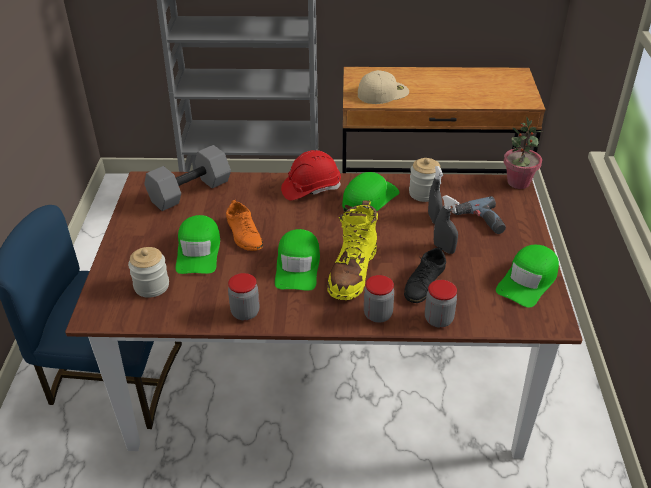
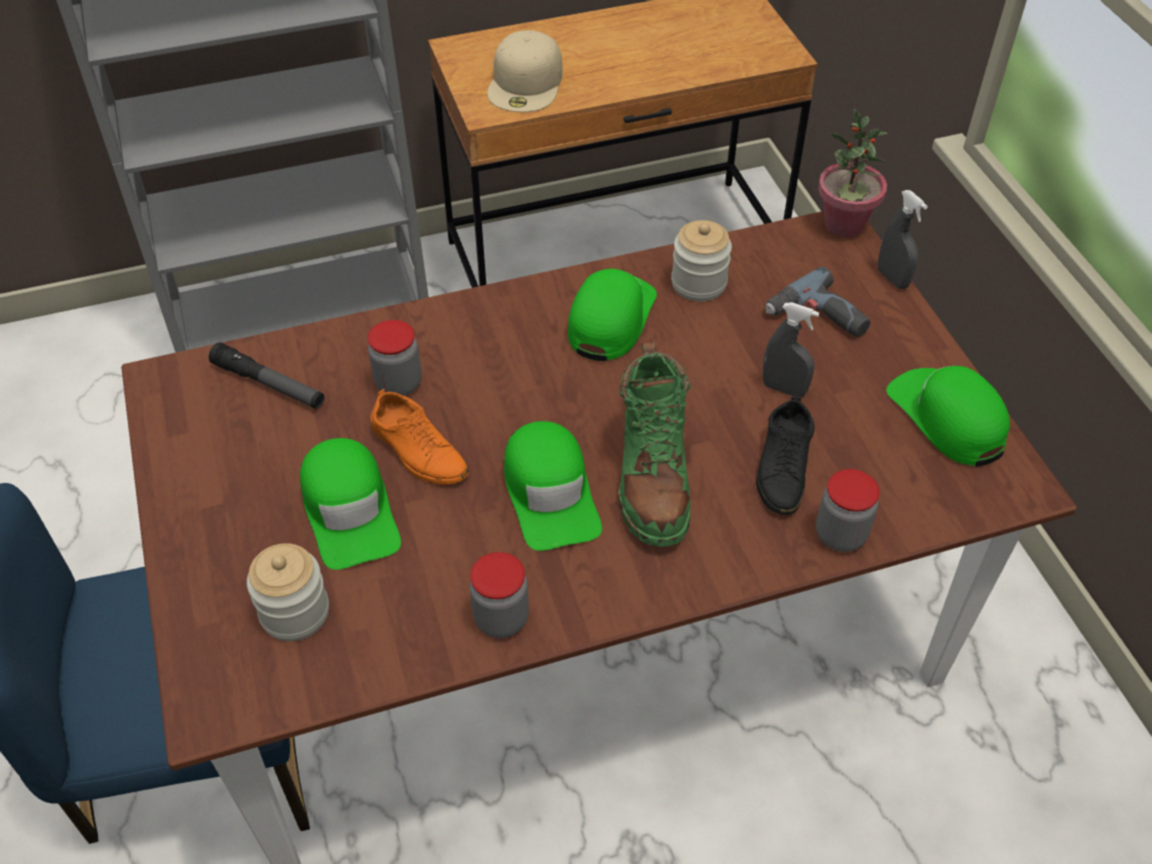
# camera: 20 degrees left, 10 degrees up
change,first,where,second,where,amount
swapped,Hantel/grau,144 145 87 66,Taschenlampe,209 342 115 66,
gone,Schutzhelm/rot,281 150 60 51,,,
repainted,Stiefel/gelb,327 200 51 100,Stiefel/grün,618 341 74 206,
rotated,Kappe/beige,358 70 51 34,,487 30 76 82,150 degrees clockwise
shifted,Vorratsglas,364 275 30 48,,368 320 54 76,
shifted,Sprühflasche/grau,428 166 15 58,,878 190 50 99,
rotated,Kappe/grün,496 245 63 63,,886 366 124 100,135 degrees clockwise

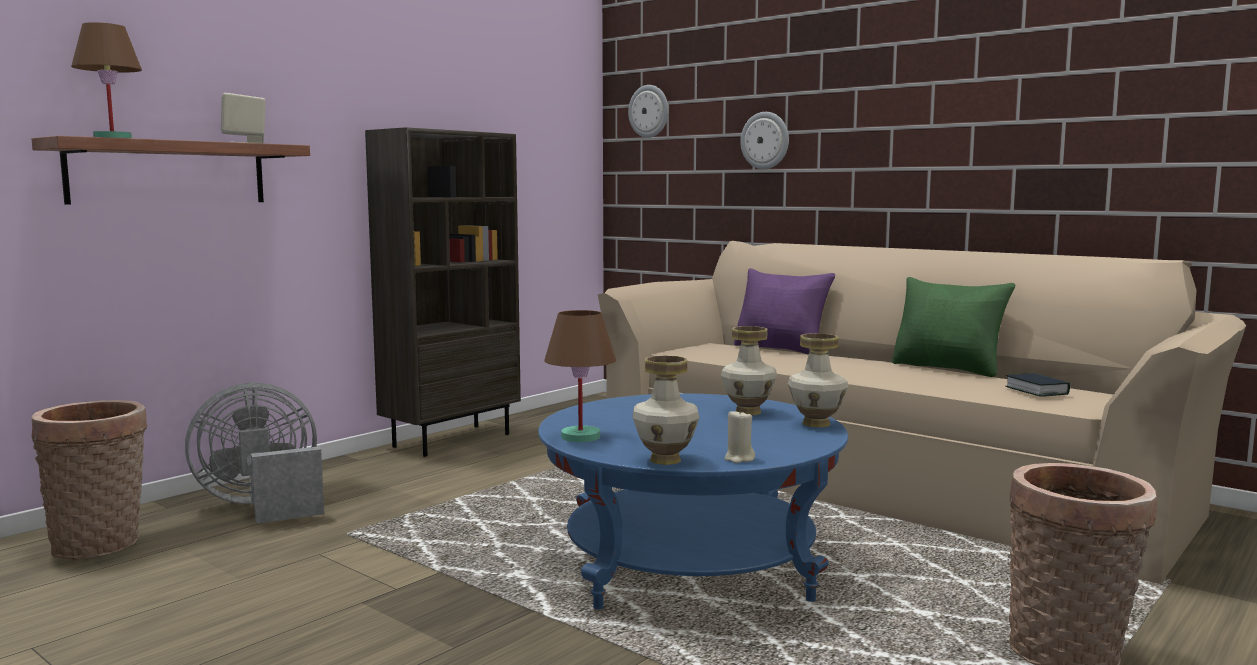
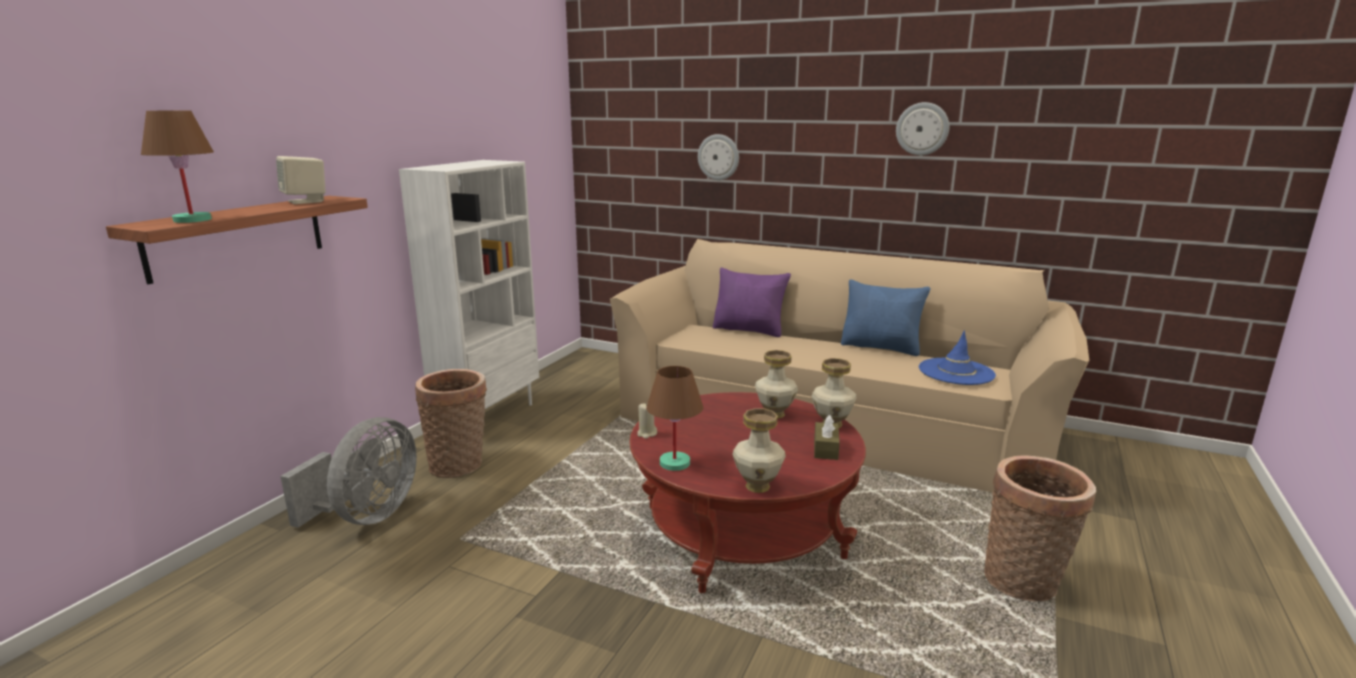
# camera: 15 degrees left, 10 degrees up
change,first,where,second,where,amount
shifted,Korb,32 400 115 160,,415 369 72 109,
rotated,Ventilator/grau,185 383 139 141,,280 417 137 111,150 degrees clockwise
repainted,Bücherregal/braun,365 127 156 330,Bücherregal/weiß,399 160 140 249,
repainted,Couchtisch/blau,538 393 310 216,Couchtisch/rot,629 392 237 201,
shifted,Wanduhr,628 85 41 53,,896 102 53 53,
shifted,Kerze/beige,724 409 31 54,,637 403 20 36,
repainted,Kissen/grün,892 277 123 100,Kissen/blau,841 280 90 76,
swapped,Buch,1005 373 65 24,Hut/blau,919 330 77 55,
new,,,Taschentuchbox/braun,814 415 26 45,

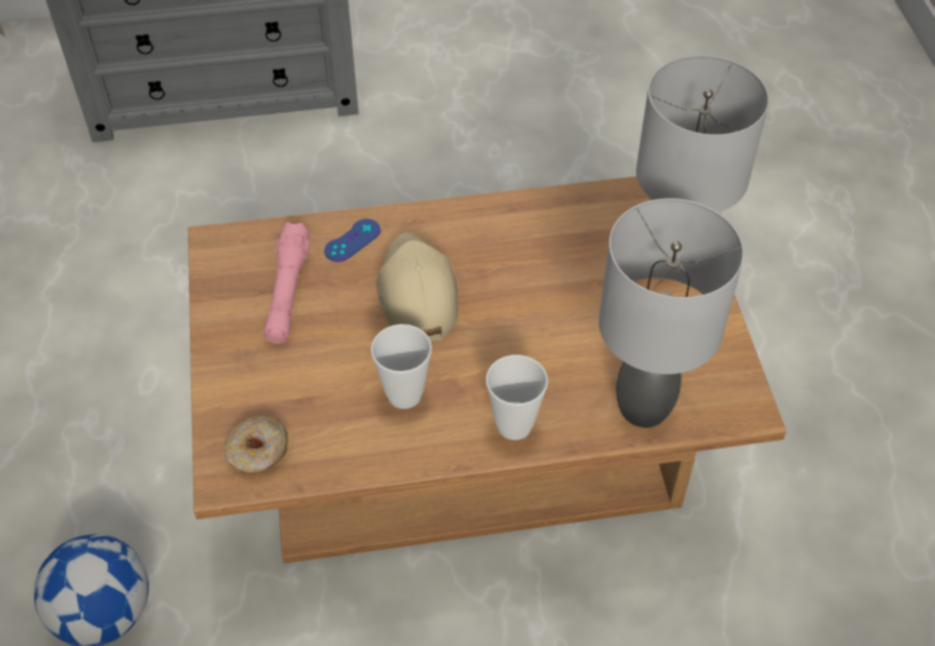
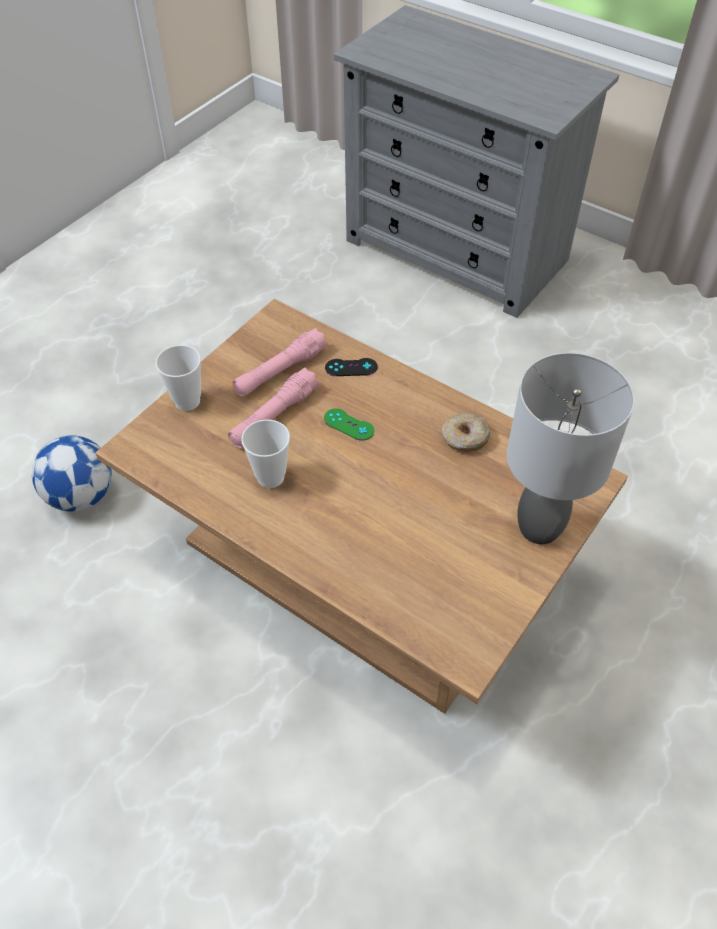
# camera: 45 degrees right, 0 degrees up
change,first,where,second,where,amount
shifted,Donut,224 416 64 58,,442 413 48 38,
repainted,Gamepad/blau,324 219 57 43,Gamepad/schwarz,325 358 53 18,
swapped,Kappe/beige,376 233 82 108,Gamepad/grün,324 408 50 33,
shifted,Tasse,486 355 62 85,,155 345 46 66,
gone,Tischlampe/grau,599 198 145 230,,,
new,,,Taschenlampe/rosa,228 367 91 81,

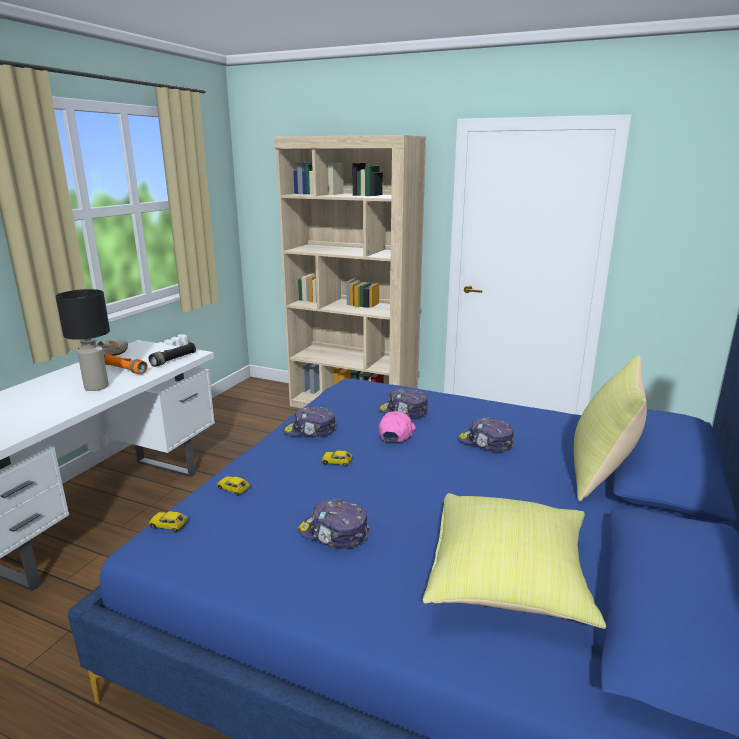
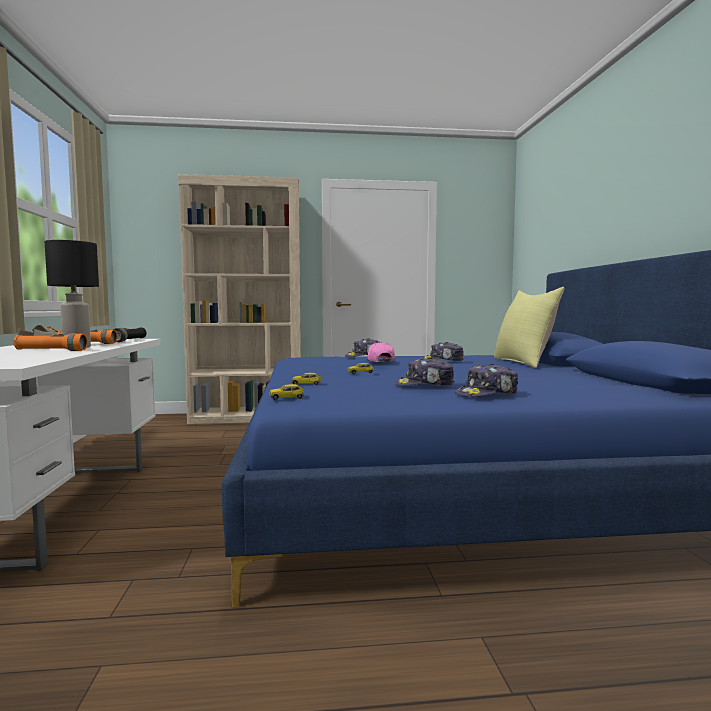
# camera: 30 degrees left, 15 degrees down
change,first,where,second,where,amount
shifted,Kappe,283 406 53 31,,455 364 63 33,
gone,Kissen/gelb,423 493 183 136,,,
new,,,Taschenlampe/orange,13 333 75 18,

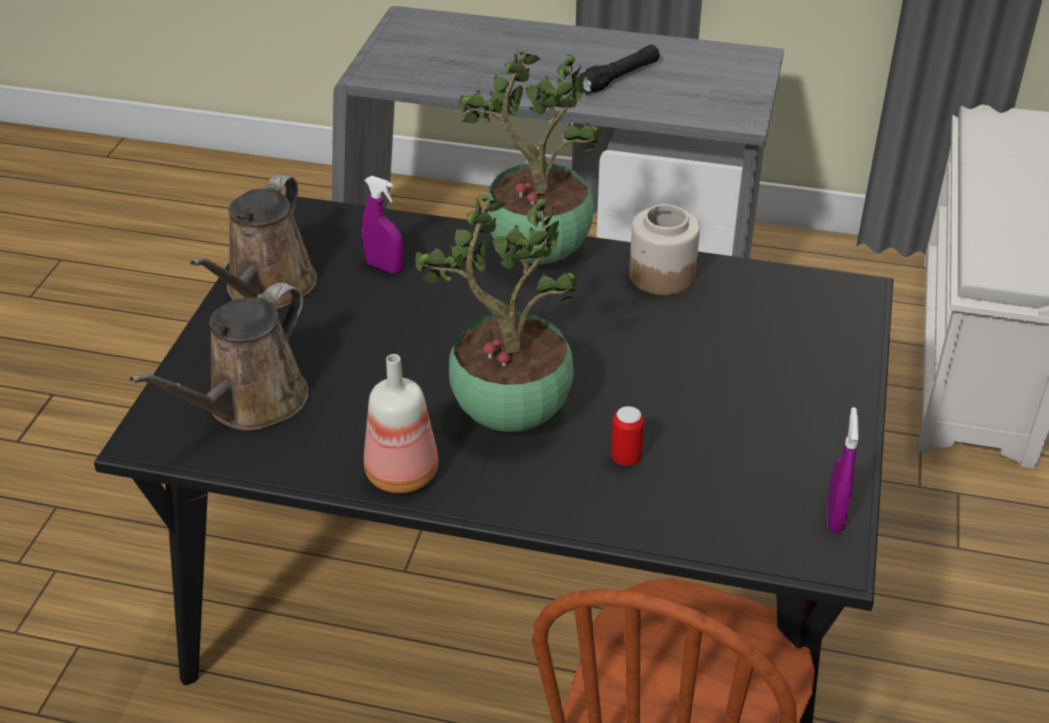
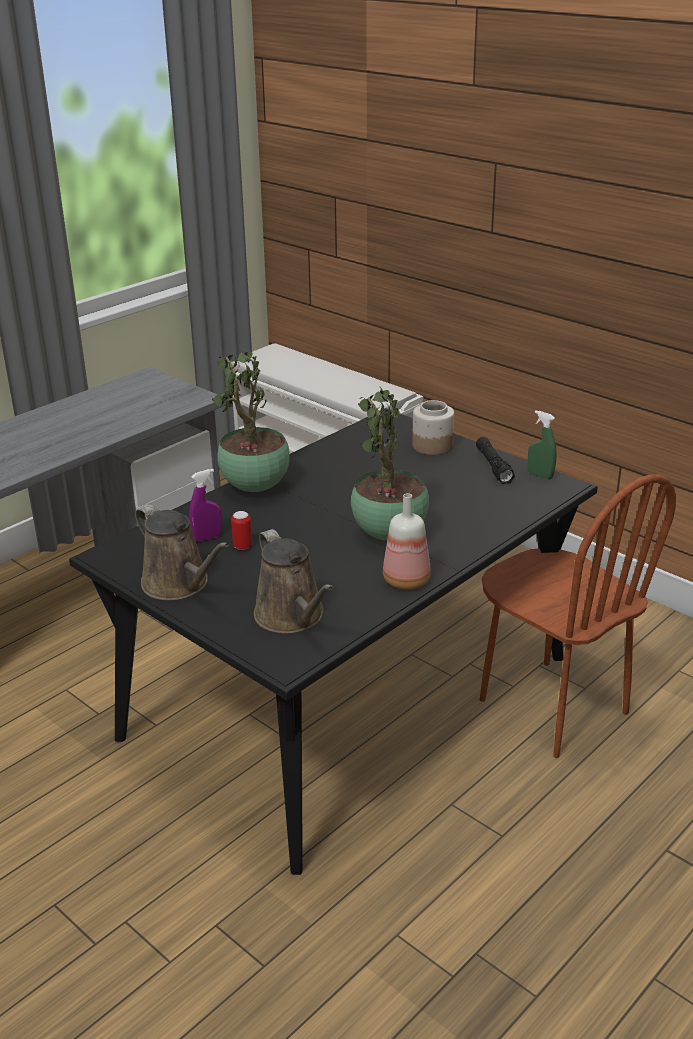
# camera: 60 degrees left, 10 degrees down
change,first,where,second,where,amount
shifted,Taschenlampe/schwarz,579 45 81 50,,476 437 39 47,
shifted,Dose,611 406 33 60,,231 511 21 39,
shifted,Vorratsglas,629 204 71 91,,412 400 42 55,
repainted,Sprühflasche/lila,827 407 32 126,Sprühflasche/grün,528 410 29 70,

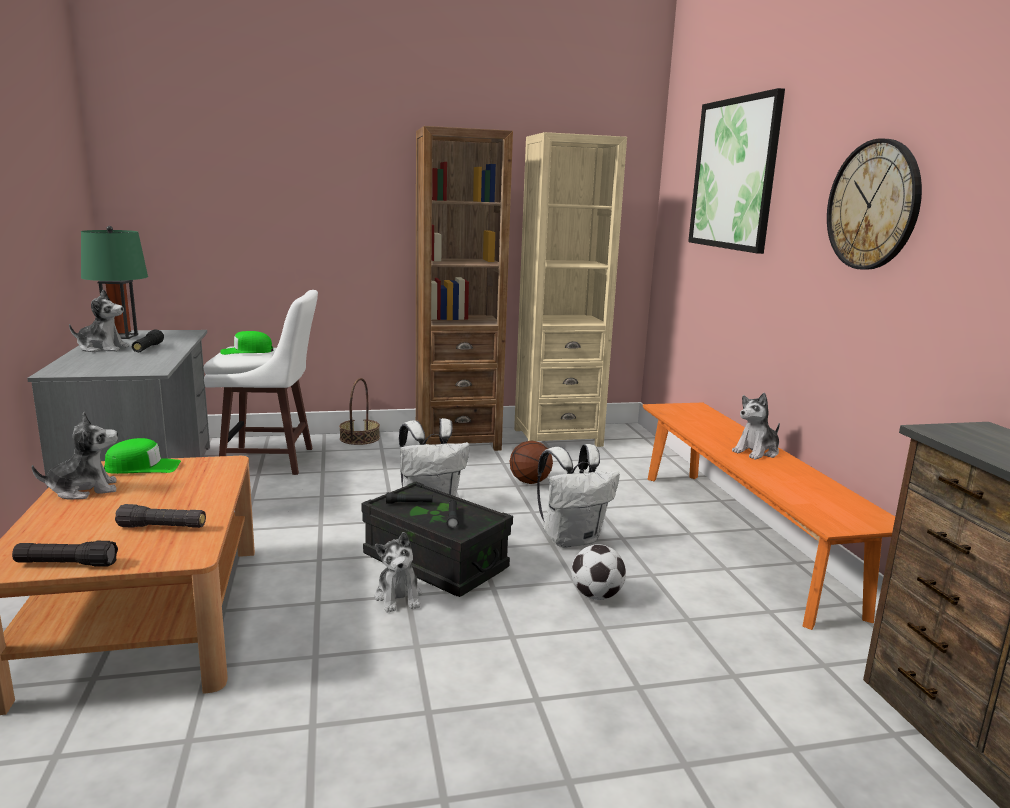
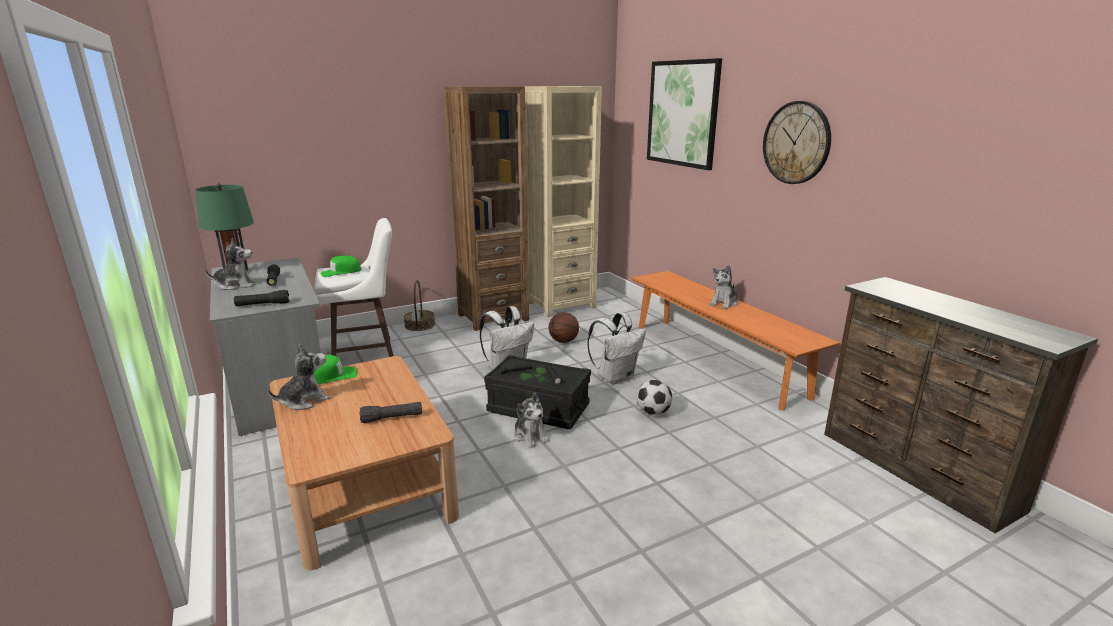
# camera: 15 degrees left, 5 degrees up
change,first,where,second,where,amount
shifted,Taschenlampe/schwarz,12 541 106 26,,234 290 56 16,

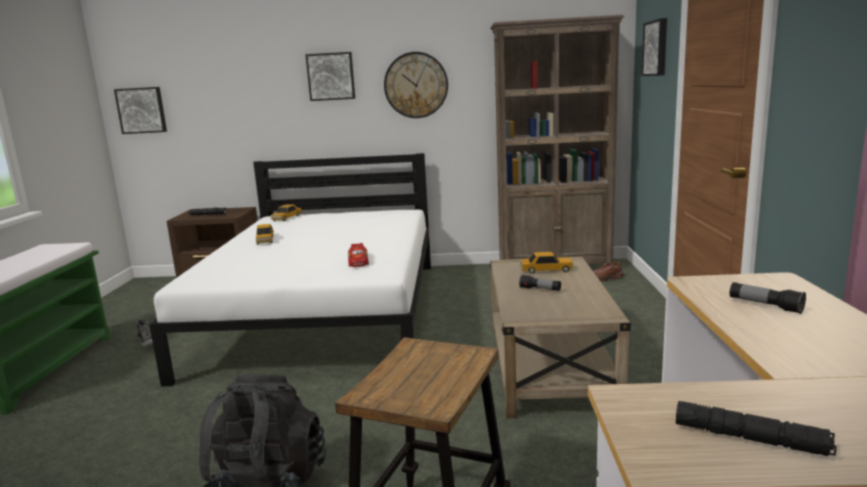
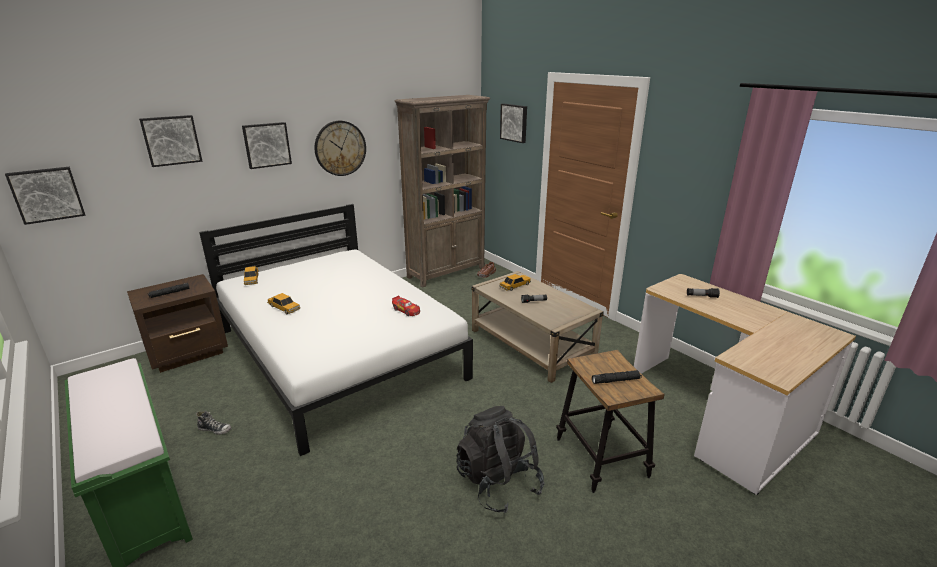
# camera: 40 degrees left, 10 degrees up
change,first,where,second,where,amount
shifted,Taschenlampe/schwarz,676 401 161 55,,592 370 50 14,
new,,,Bild,139 115 64 52,

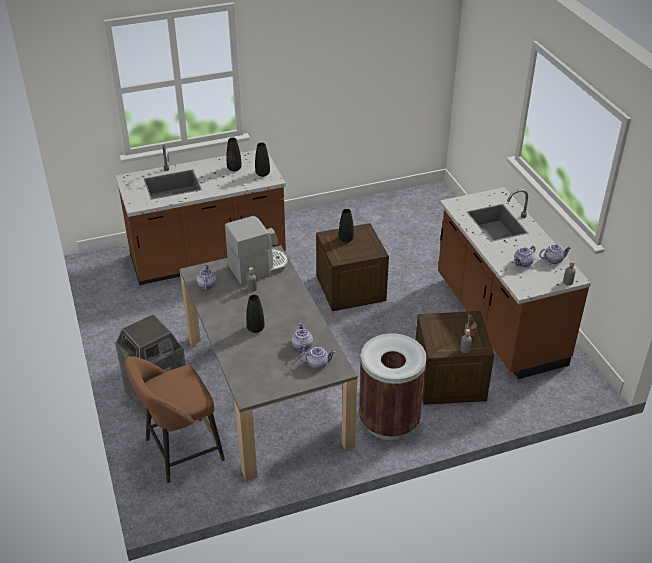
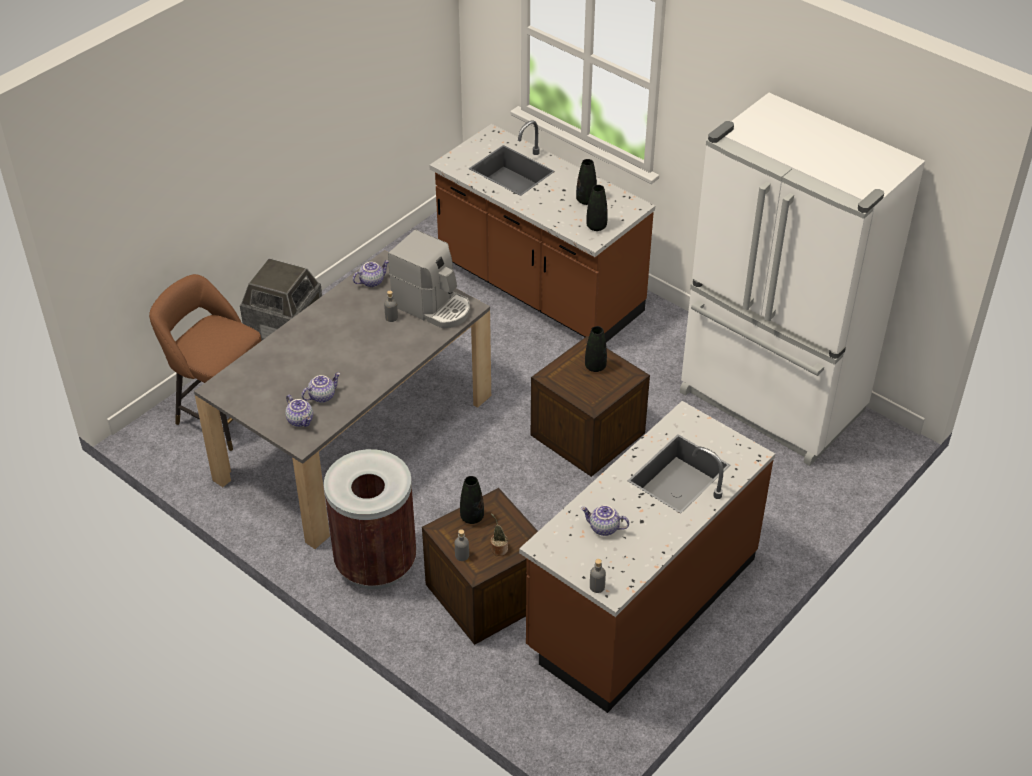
# camera: 60 degrees right, 5 degrees up
change,first,where,second,where,amount
shifted,Vase/schwarz,246 295 19 38,,460 476 24 48,
gone,Teekanne,539 244 33 20,,,
new,,,Kühlschrank/weiß,680 93 245 373,

